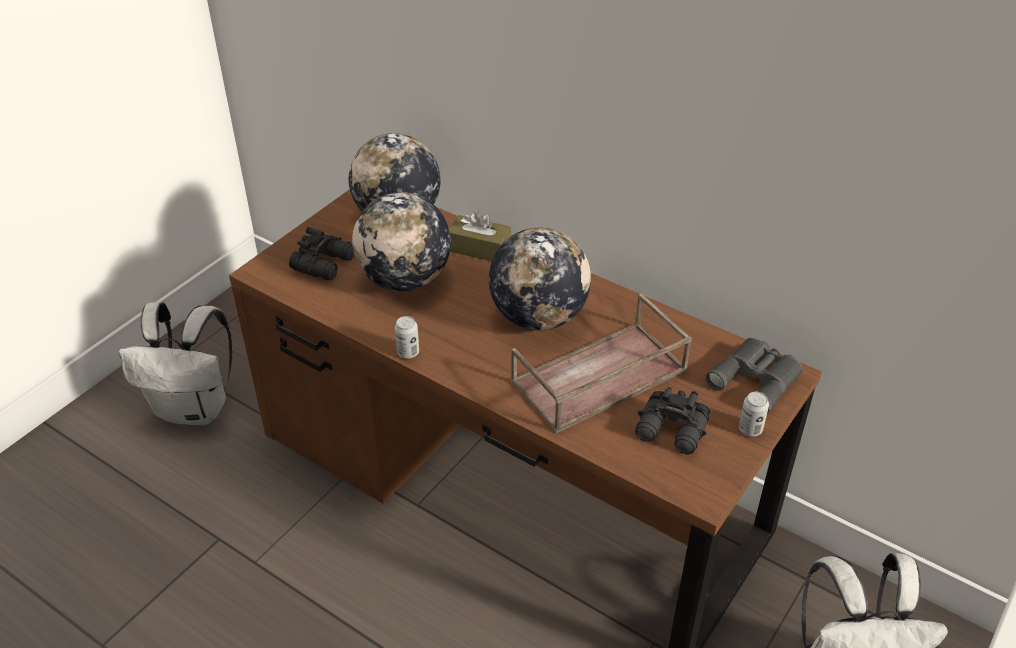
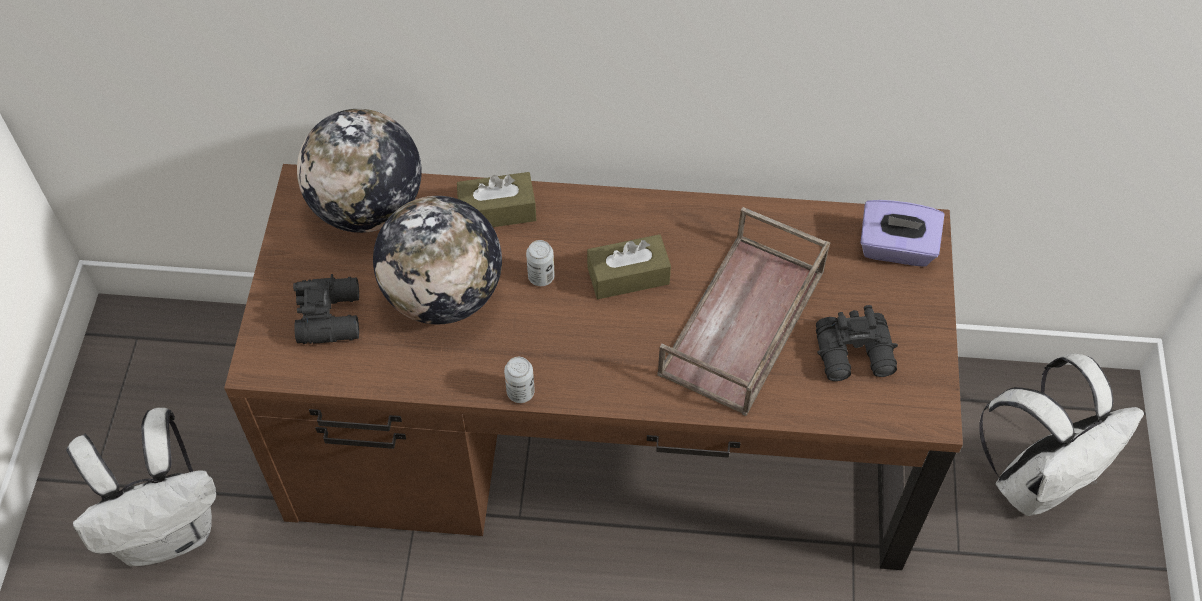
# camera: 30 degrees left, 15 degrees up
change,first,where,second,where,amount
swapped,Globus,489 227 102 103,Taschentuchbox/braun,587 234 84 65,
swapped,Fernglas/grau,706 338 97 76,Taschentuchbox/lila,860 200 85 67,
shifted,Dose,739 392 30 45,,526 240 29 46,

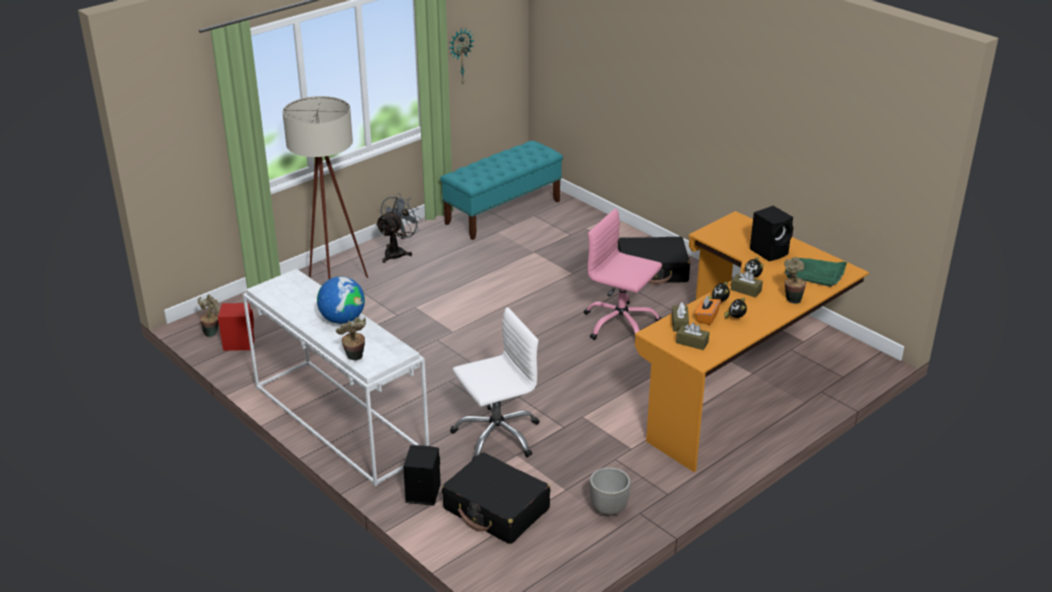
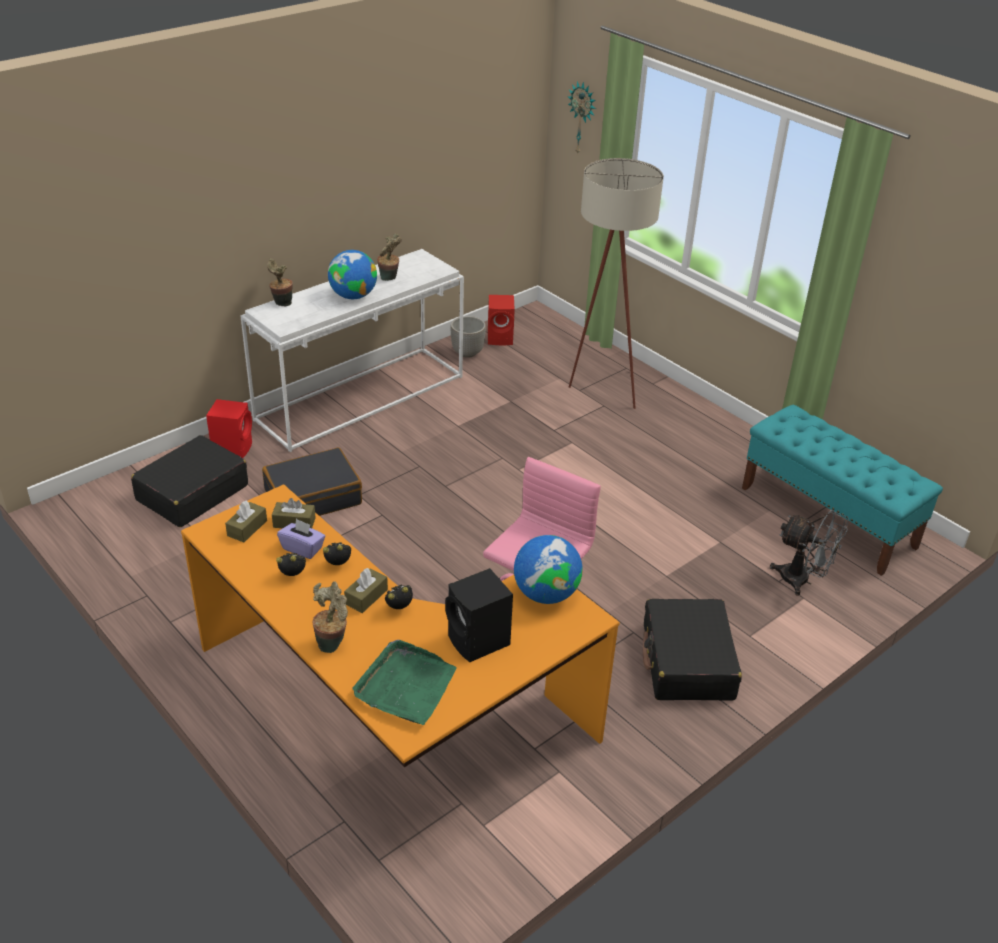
# camera: 90 degrees right, 5 degrees up
change,first,where,second,where,amount
shifted,Topfpflanze,197 295 23 42,,377 233 25 48,
shifted,Ventilator/grau,376 193 46 70,,770 510 79 86,
repainted,Lautsprecher/schwarz,403 445 38 61,Lautsprecher/rot,206 399 46 59,
shifted,Wanduhr,449 28 25 56,,568 81 28 74,
swapped,Bürostuhl/weiß,450 307 89 153,Koffer/schwarz,262 447 100 69,
shifted,Pflanzkübel,590 467 41 49,,450 316 36 42,
repainted,Taschentuchbox/orange,695 295 26 30,Taschentuchbox/lila,277 519 48 40,
new,,,Globus,514 535 69 69,

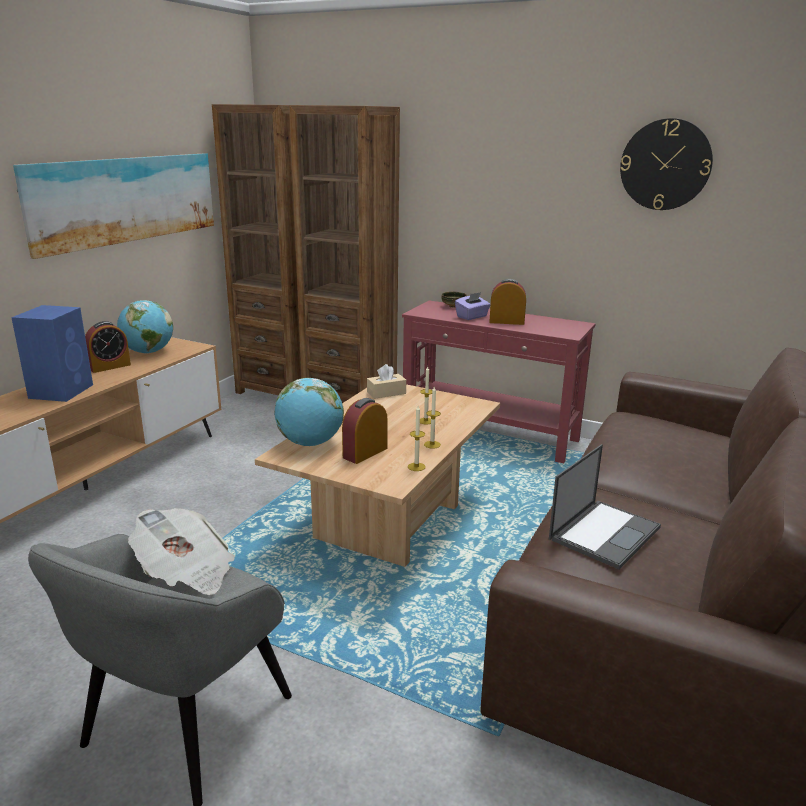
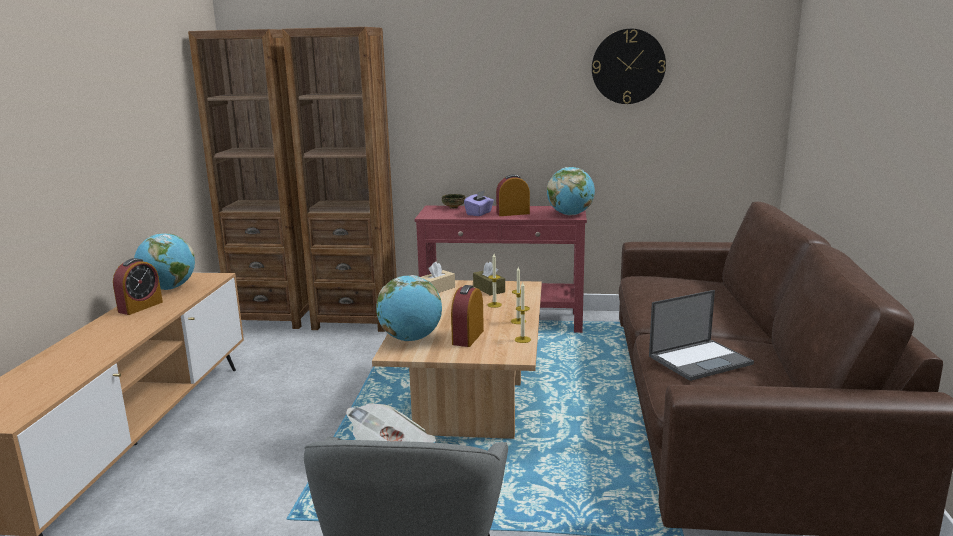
# camera: 20 degrees left, 5 degrees down
change,first,where,second,where,amount
gone,Lautsprecher/blau,11 305 82 97,,,
gone,Bild,13 153 201 106,,,
rotated,Laptop,549 444 112 125,,649 290 105 91,45 degrees clockwise
new,,,Taschentuchbox/braun,473 262 32 34,
new,,,Globus,547 167 48 48,

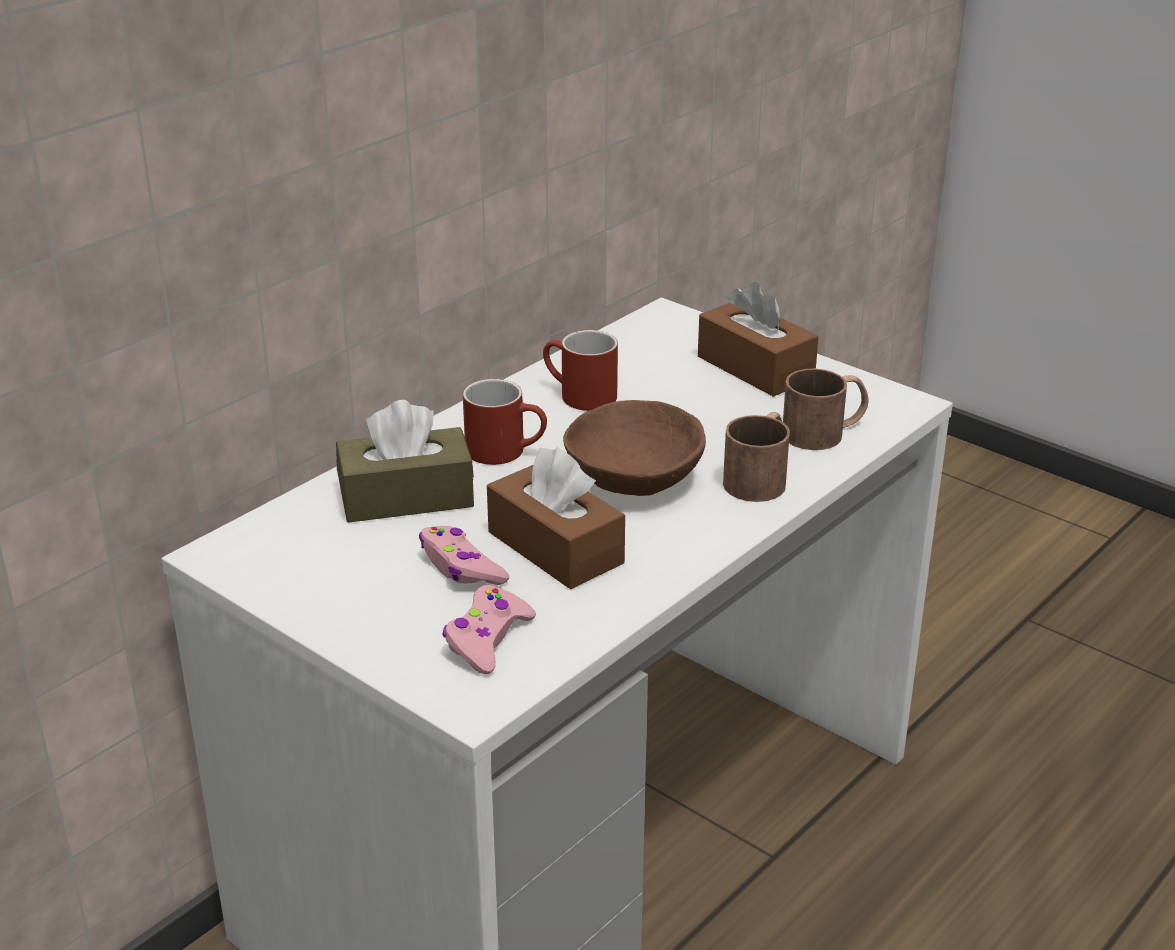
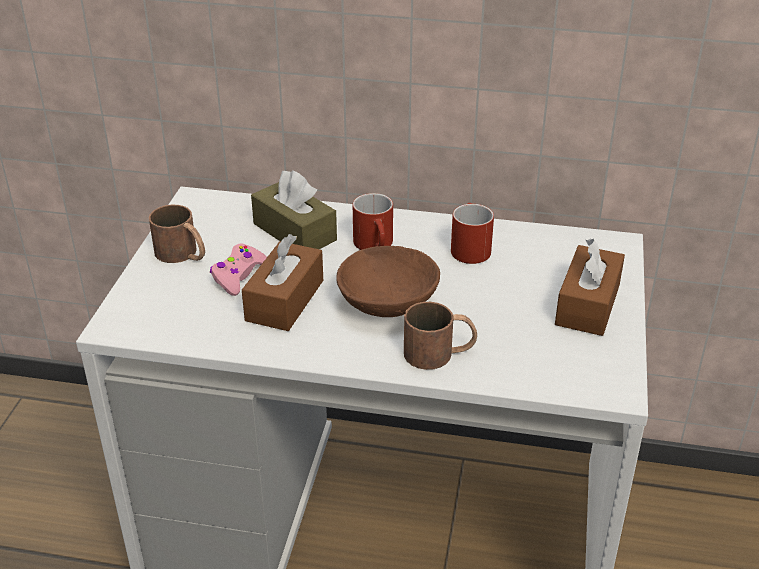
# camera: 60 degrees right, 5 degrees up
change,first,where,second,where,amount
gone,Gamepad/rosa,443 585 93 89,,,
shifted,Henkelbecher/braun,783 368 85 82,,149 205 56 58,

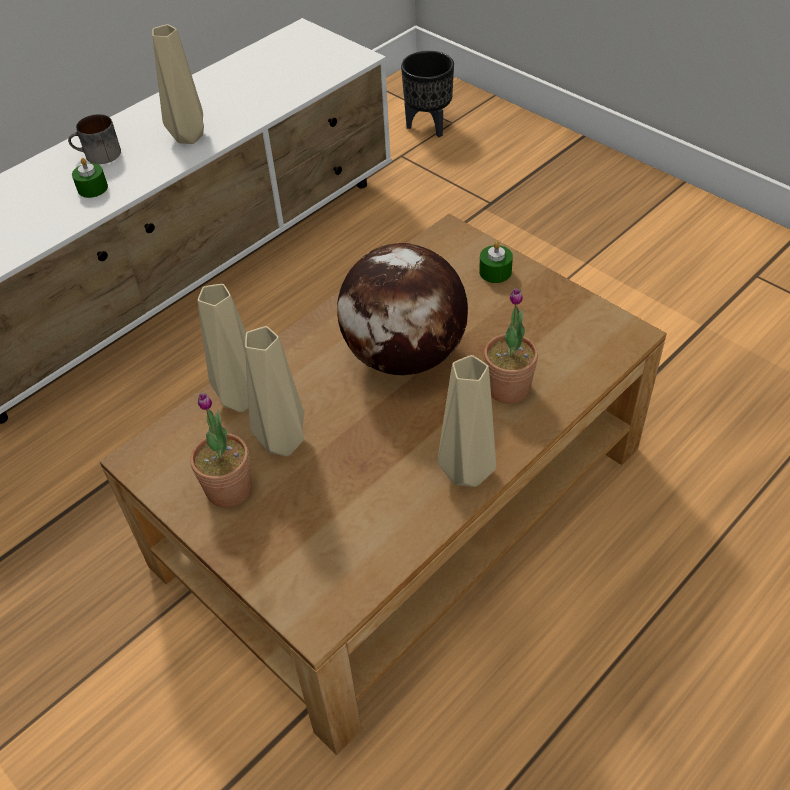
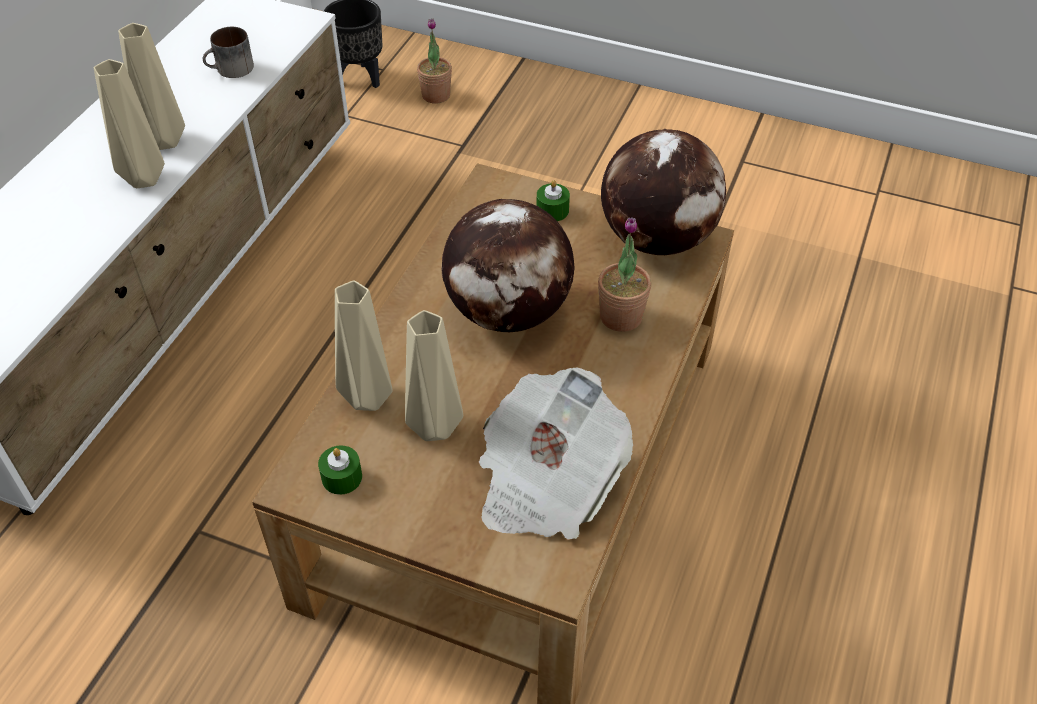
# camera: 25 degrees left, 0 degrees up
change,first,where,second,where,amount
shifted,Henkelbecher,68 114 53 50,,203 27 51 51,
shifted,Kerze/grün,72 158 36 40,,318 445 44 50,
shifted,Topfpflanze,190 393 62 115,,417 18 35 86,
shifted,Vase/beige,438 355 58 132,,94 59 71 129,
new,,,Zeitung,479 367 154 173,
new,,,Globus,601 129 125 126,

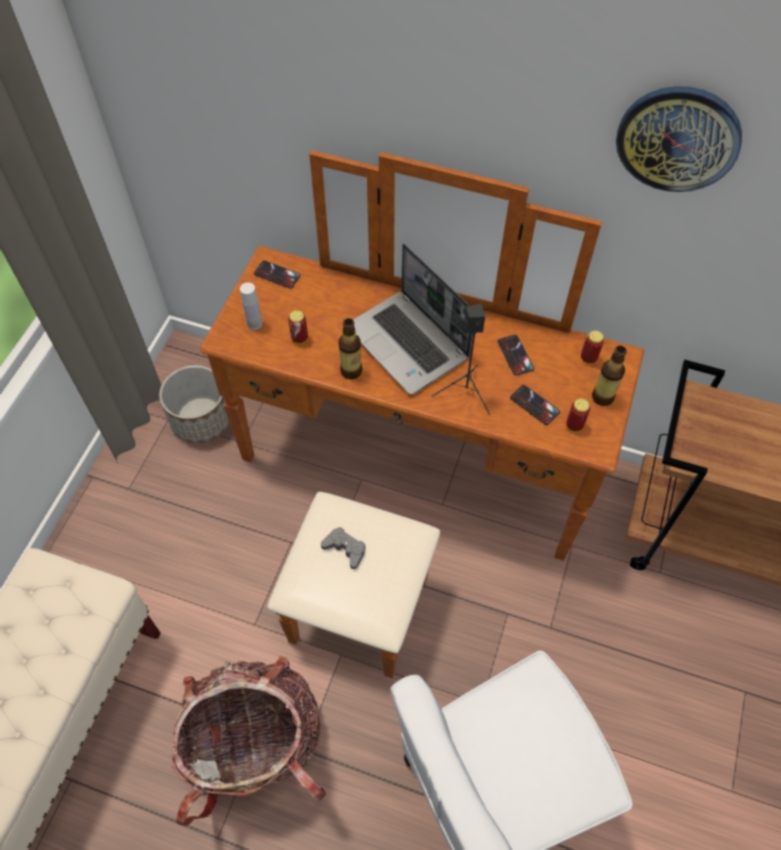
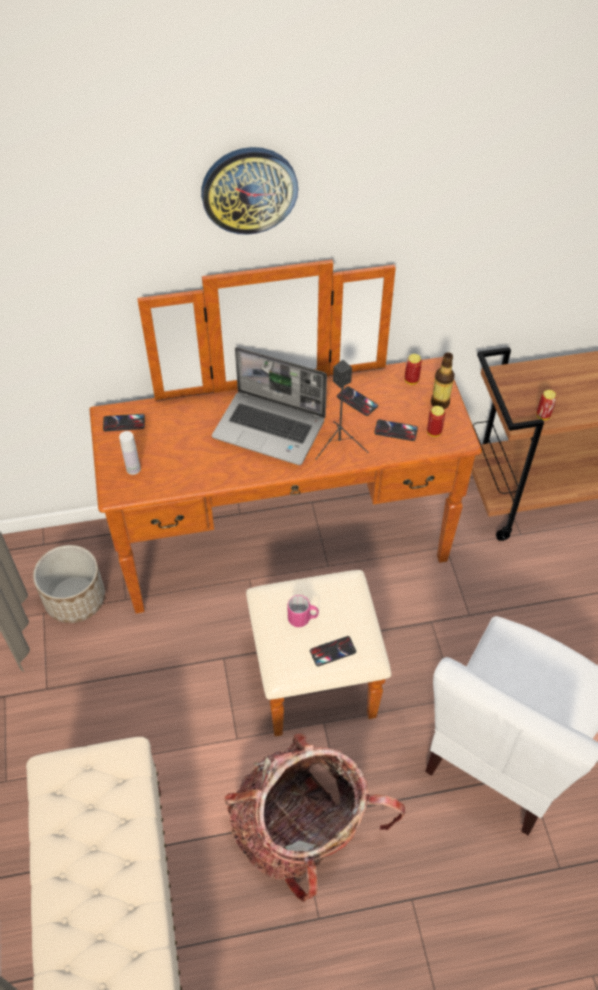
# camera: 30 degrees left, 5 degrees down
change,first,where,second,where,amount
shifted,Dose,288 310 20 34,,536 390 20 30,
swapped,Gamepad/grau,321 527 44 42,Henkelbecher/rosa,288 595 31 32,
gone,Flasche,338 318 24 61,,,
shifted,Wanduhr,616 86 126 106,,201 147 97 88,
new,,,Handy,310 636 46 30,

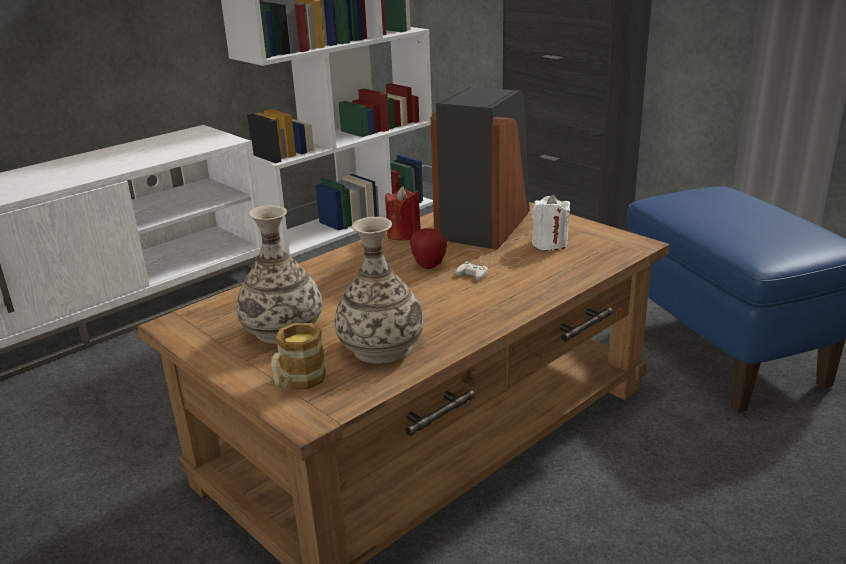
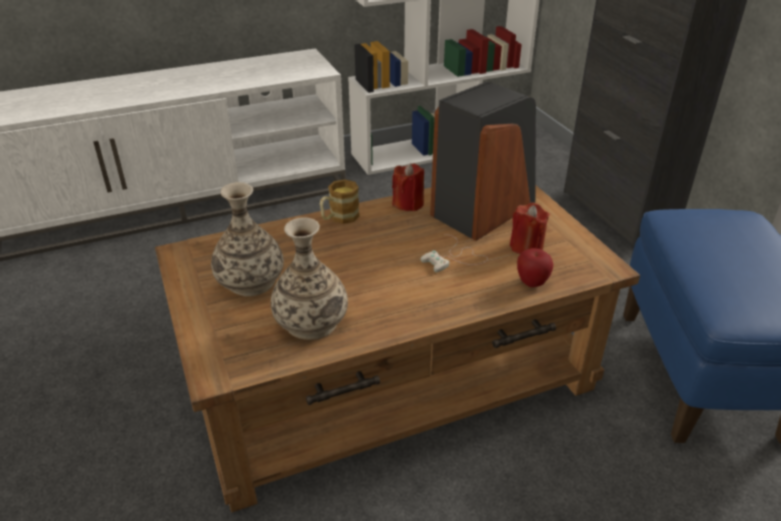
# camera: 20 degrees right, 10 degrees up
change,first,where,second,where,amount
shifted,Henkelbecher,271 323 55 66,,320 179 39 45,
shifted,Apfel,410 228 37 41,,517 248 36 39,
repainted,Kerze/weiß,532 195 38 56,Kerze/rot,510 203 40 51,

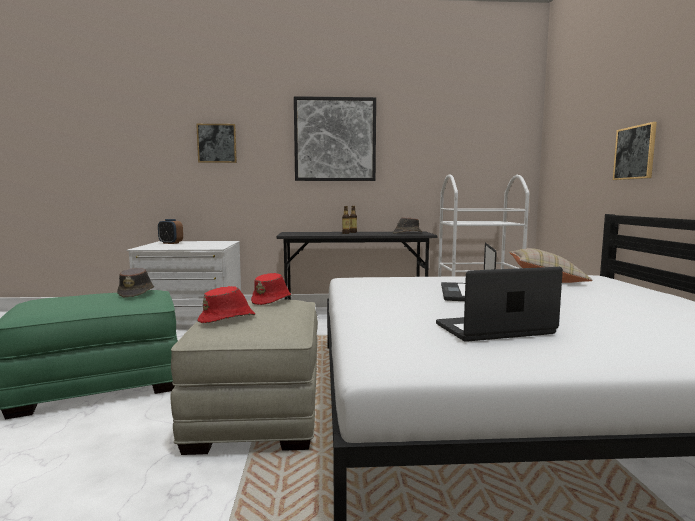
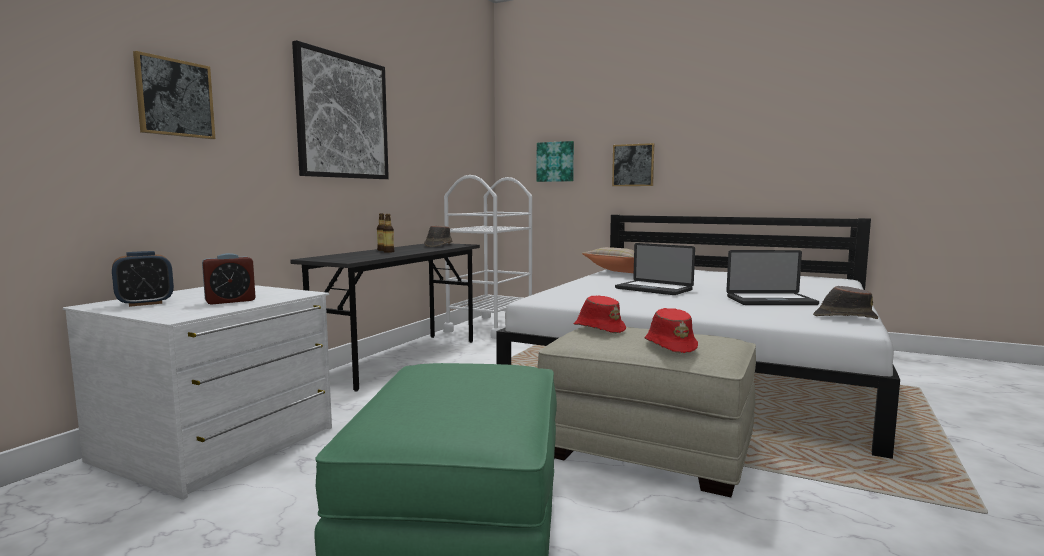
# camera: 60 degrees left, 0 degrees up
change,first,where,second,where,amount
shifted,Hut/braun,117 268 37 29,,813 286 65 33,
rotated,Laptop,436 267 127 75,,726 250 93 55,105 degrees counterclockwise
new,,,Wecker,202 253 53 52,
new,,,Bild,537 141 37 41,

